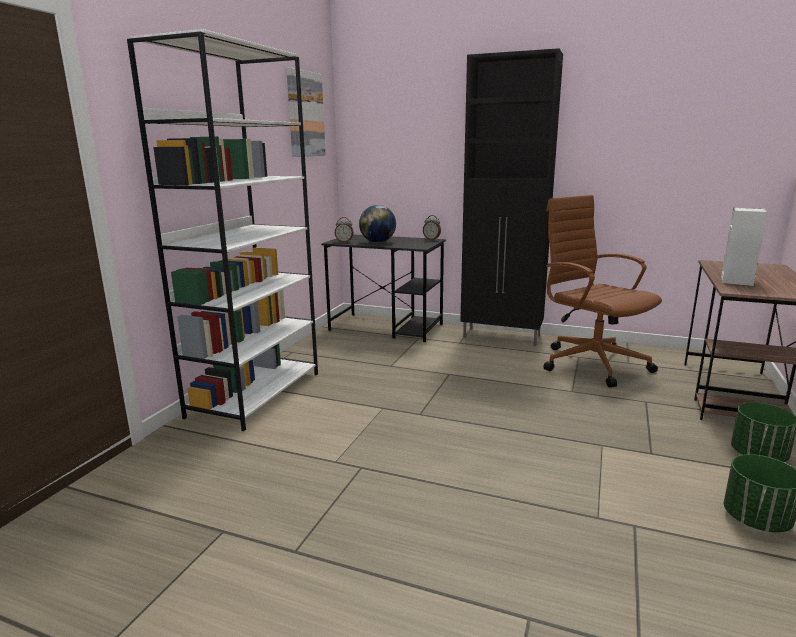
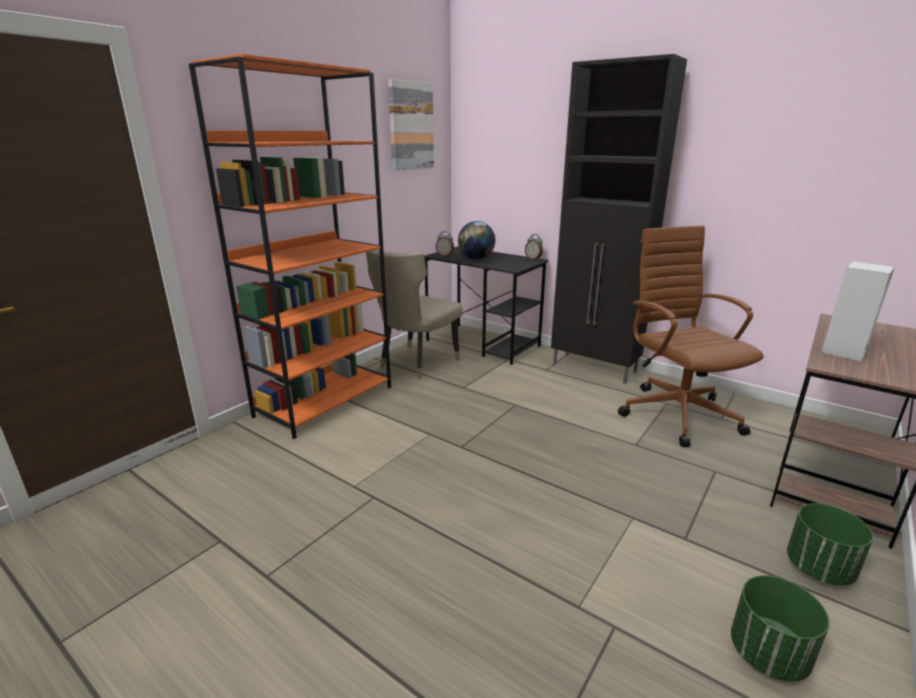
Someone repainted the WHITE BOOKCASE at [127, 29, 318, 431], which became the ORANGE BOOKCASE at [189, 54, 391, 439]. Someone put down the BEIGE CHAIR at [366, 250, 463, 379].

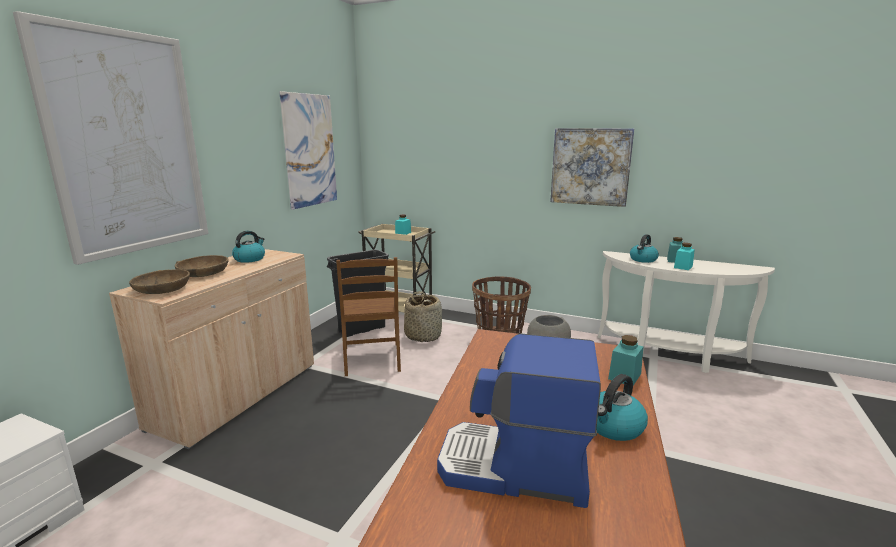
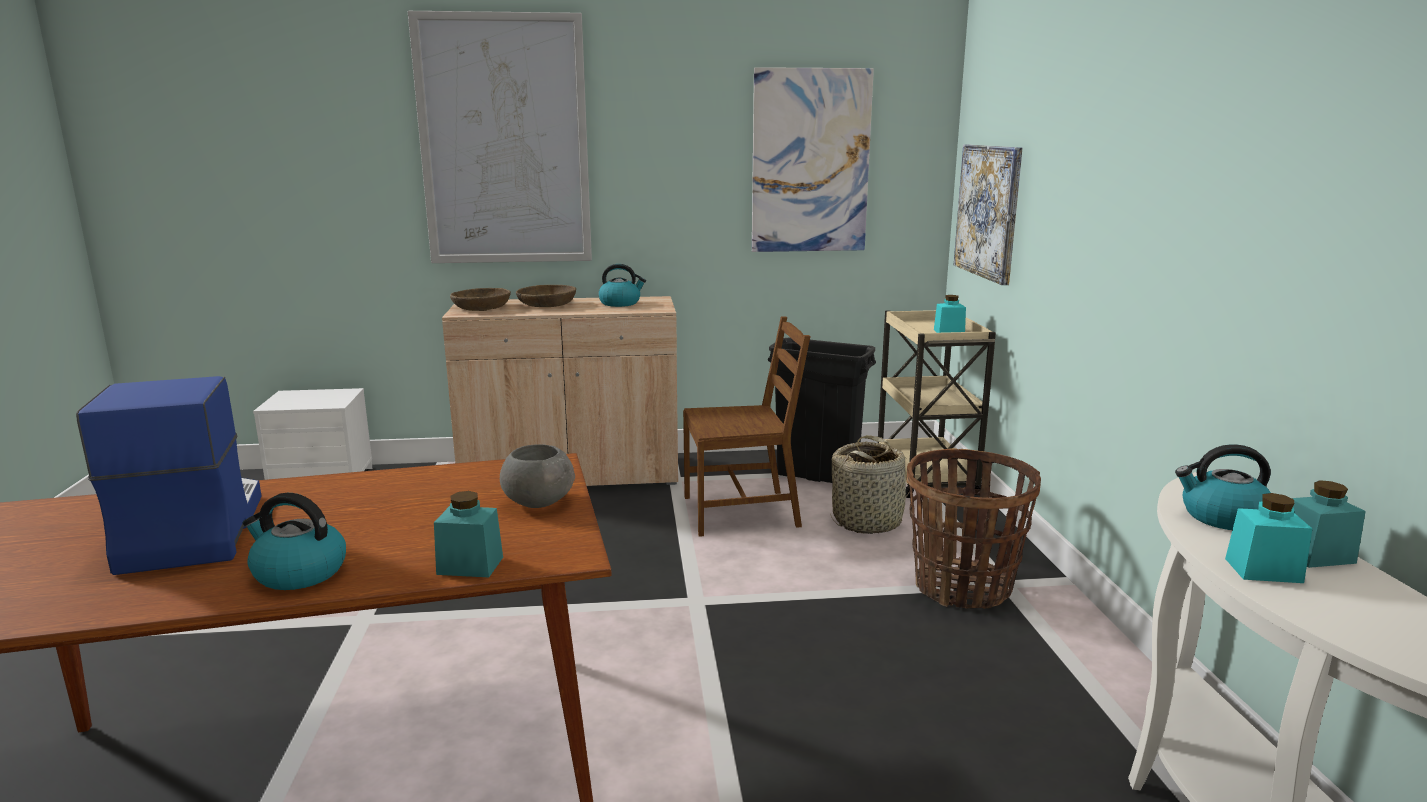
Someone rotated the BROWN CHAIR at [336, 257, 401, 376] by 150 degrees counterclockwise. Someone carried the PICTURE from [550, 128, 634, 207] to [954, 144, 1023, 285].

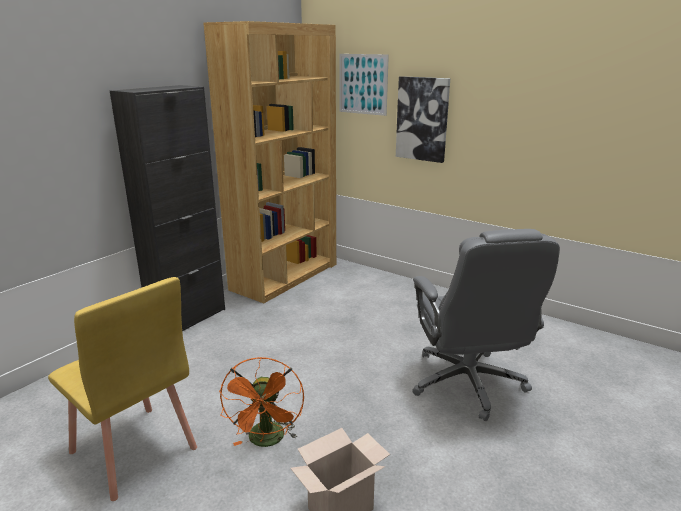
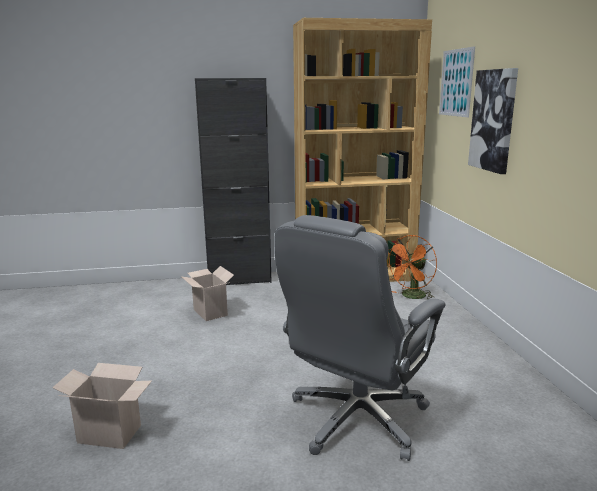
Someone put down the CARDBOARD BOX at [181, 266, 234, 321]. Someone carried the ORANGE FAN from [219, 357, 304, 447] to [388, 235, 437, 299]. Someone took away the YELLOW CHAIR at [48, 277, 197, 501].

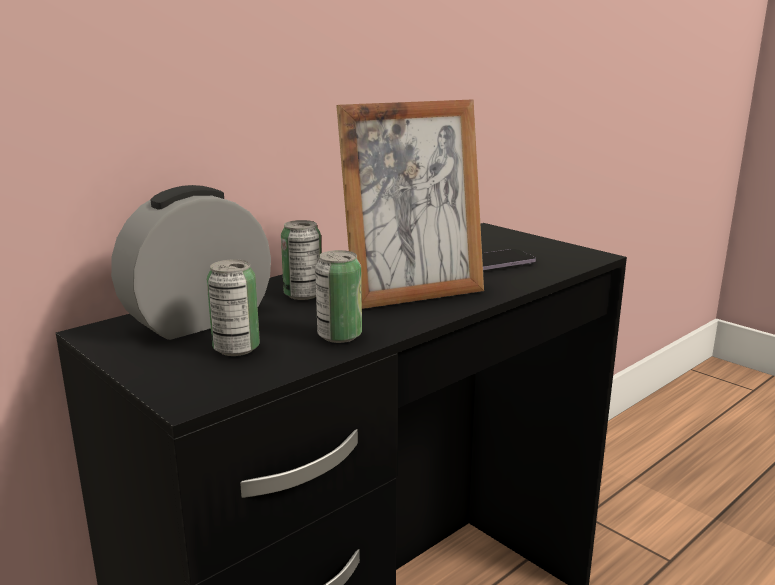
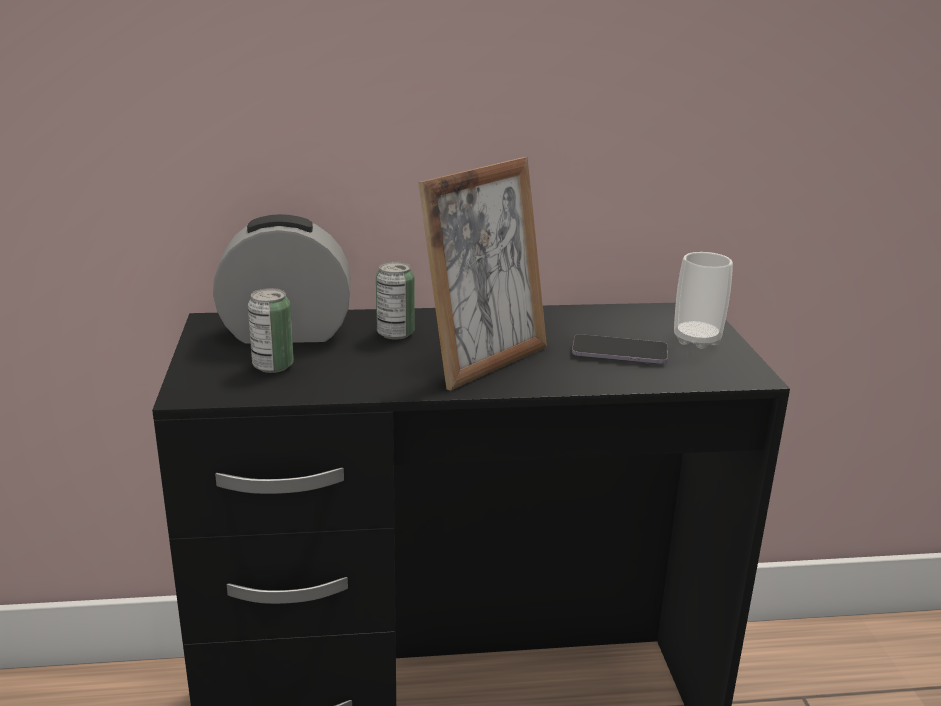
Someone rotated the PICTURE FRAME at [336, 99, 484, 309] by 60 degrees counterclockwise. Someone put down the CUP at [674, 252, 733, 349]. Someone took away the CAN at [315, 250, 362, 343].

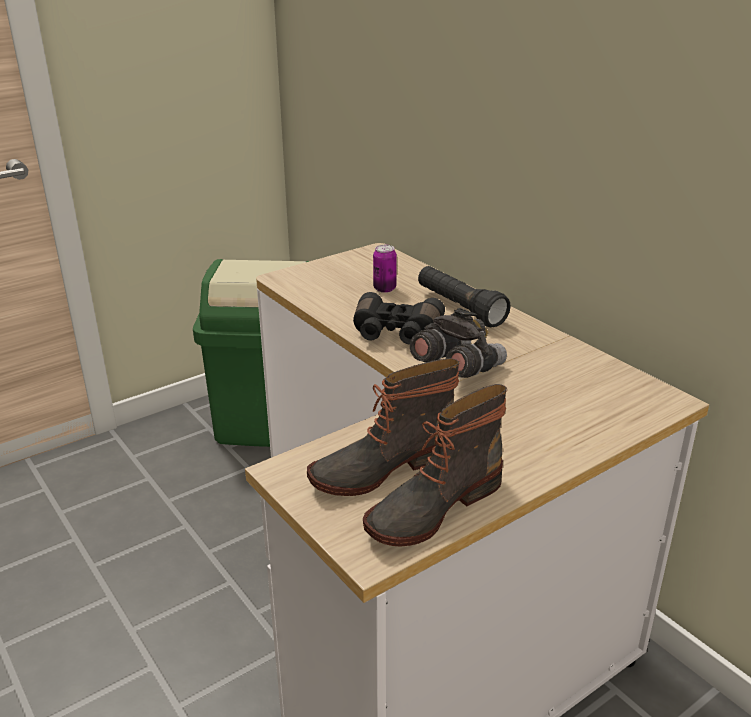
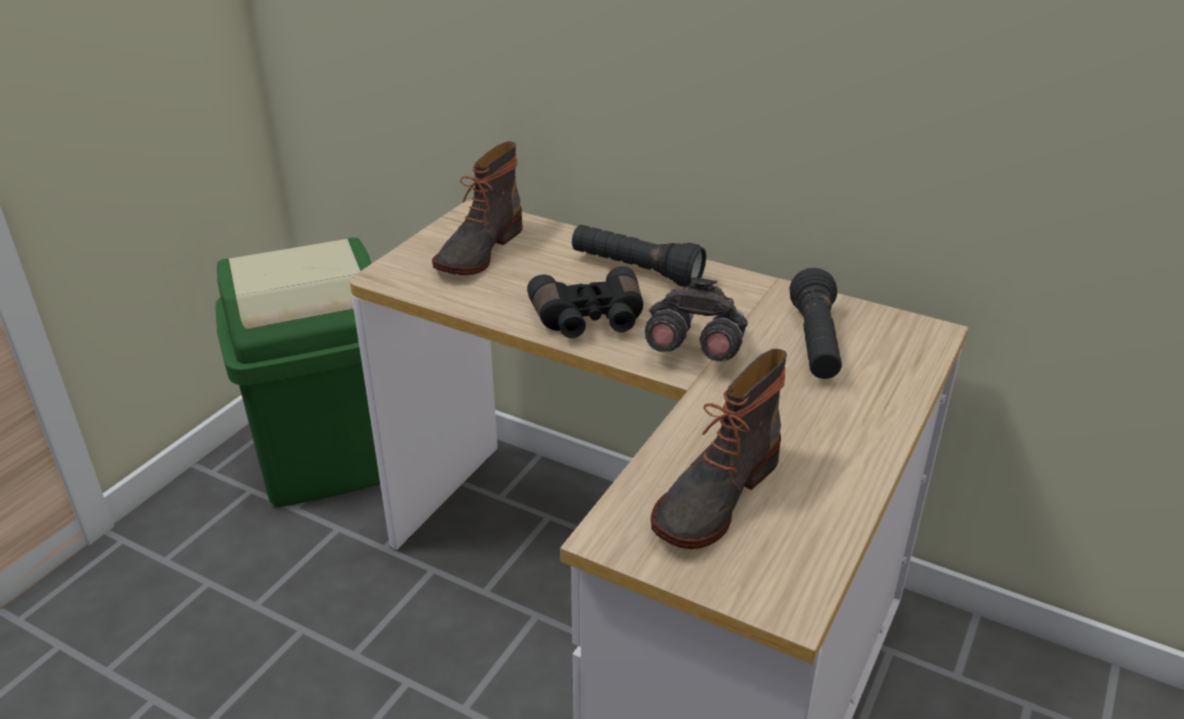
Someone carried the BOOT from [363, 384, 507, 547] to [432, 142, 523, 275]. Someone put down the BLACK FLASHLIGHT at [789, 268, 842, 379]. Someone took away the CAN at [373, 245, 397, 293].

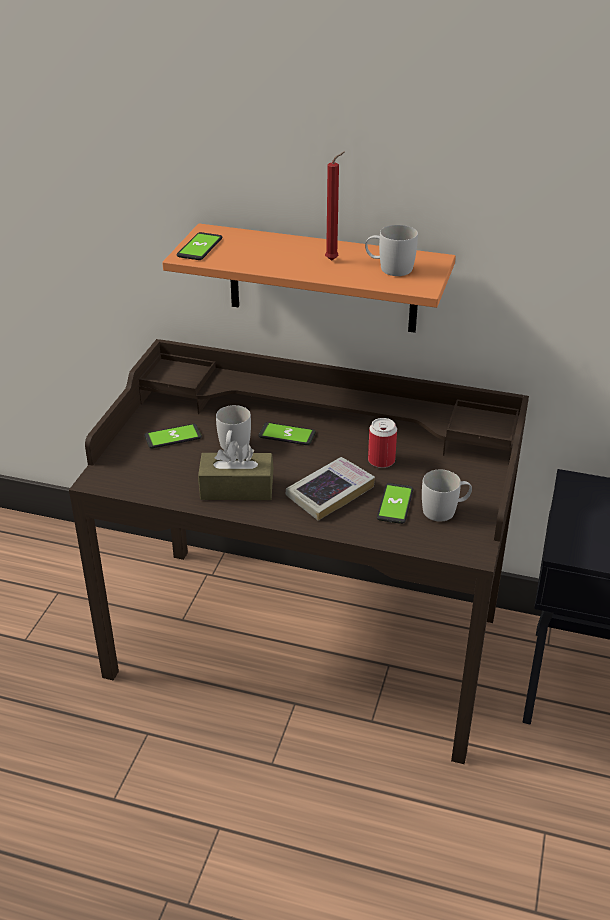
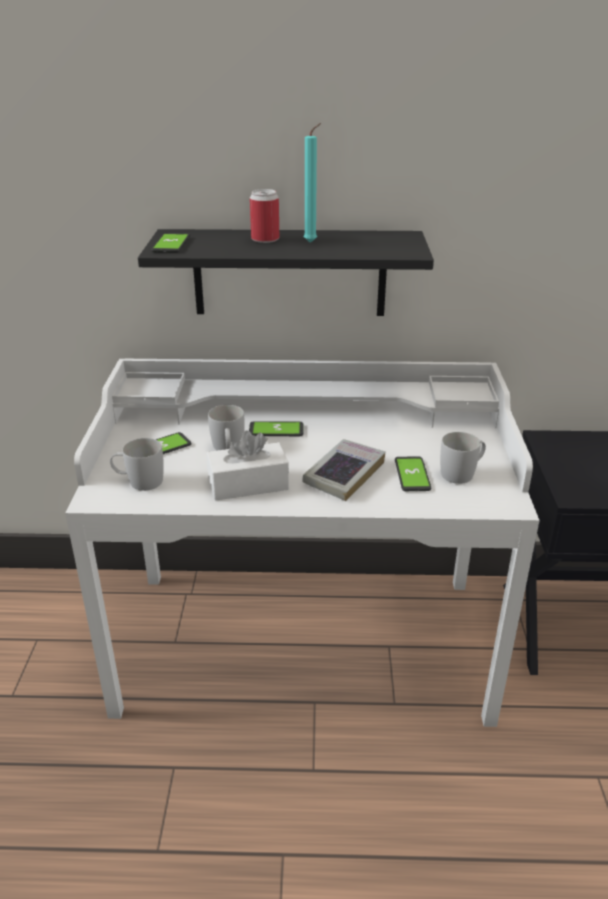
Someone repainted the BROWN DESK at [69, 339, 529, 764], which became the WHITE DESK at [65, 359, 540, 727]. Someone carried the WHITE MUG from [365, 225, 418, 276] to [110, 438, 164, 491]. Someone repainted the ORANGE SHELF at [162, 224, 456, 333], which became the BLACK SHELF at [138, 229, 434, 316]. Someone repainted the BROWN TISSUE BOX at [198, 441, 273, 500], which became the WHITE TISSUE BOX at [207, 430, 289, 501]. Someone carried the CAN from [368, 418, 397, 468] to [250, 189, 279, 243]. Someone repainted the RED CANDLE at [325, 151, 345, 261], which became the TURQUOISE CANDLE at [303, 123, 321, 243].

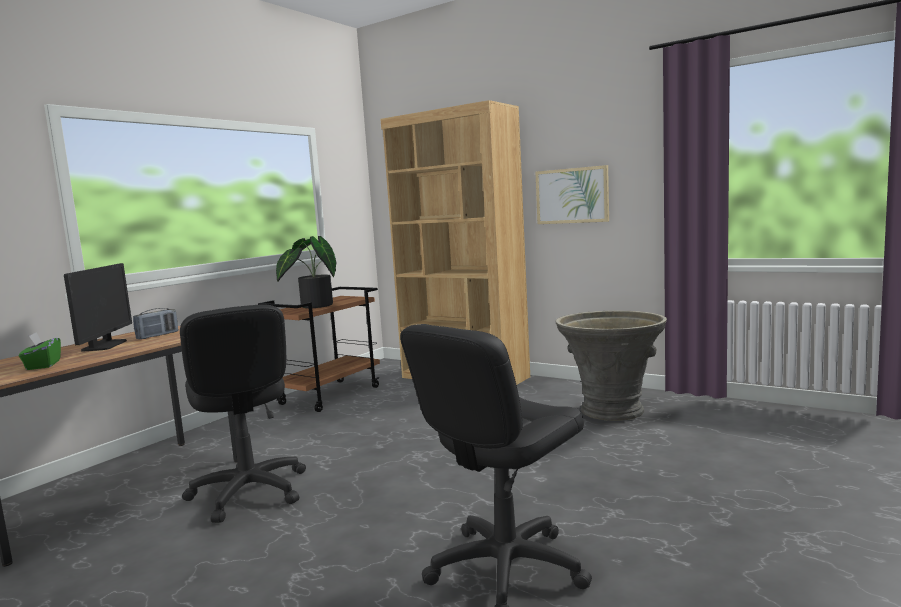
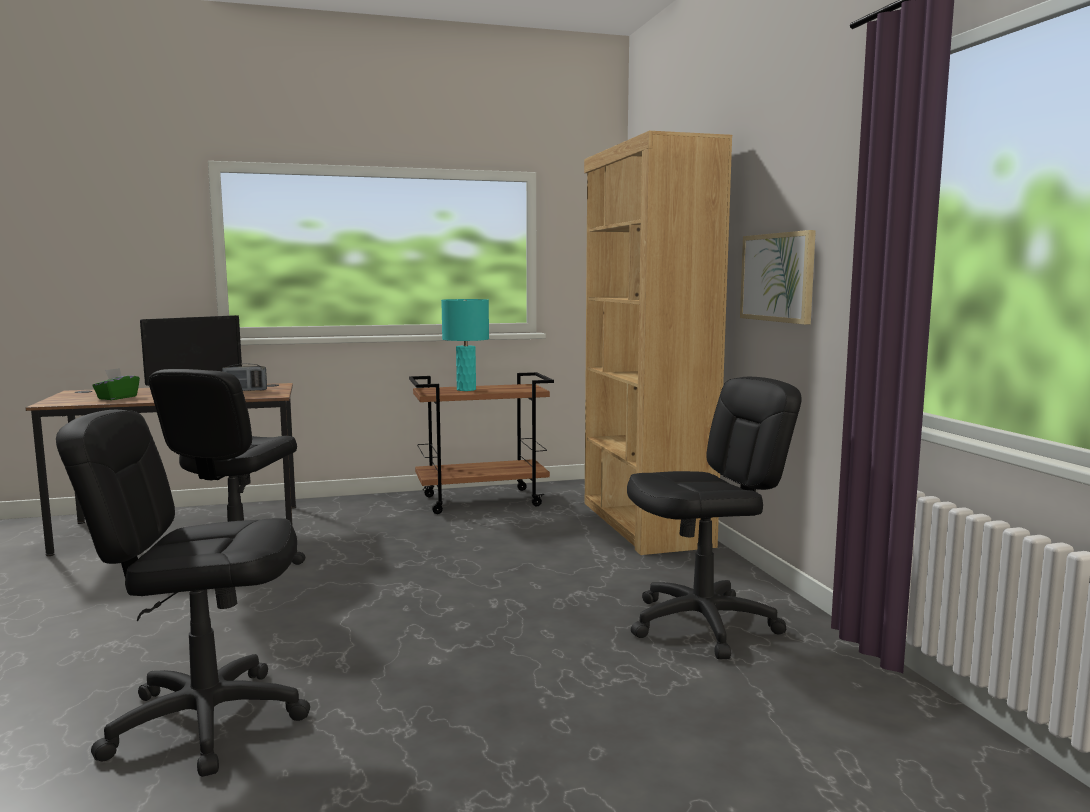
Someone swapped the POTTED PLANT at [276, 236, 336, 308] for the TURQUOISE TABLE LAMP at [441, 299, 489, 391]. Someone swapped the GREY PLANTER at [556, 310, 667, 421] for the BLACK OFFICE CHAIR at [627, 377, 802, 659].

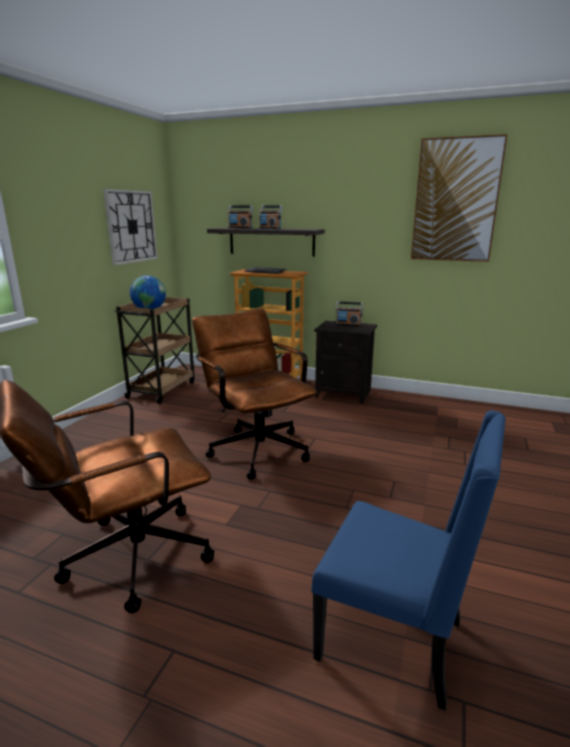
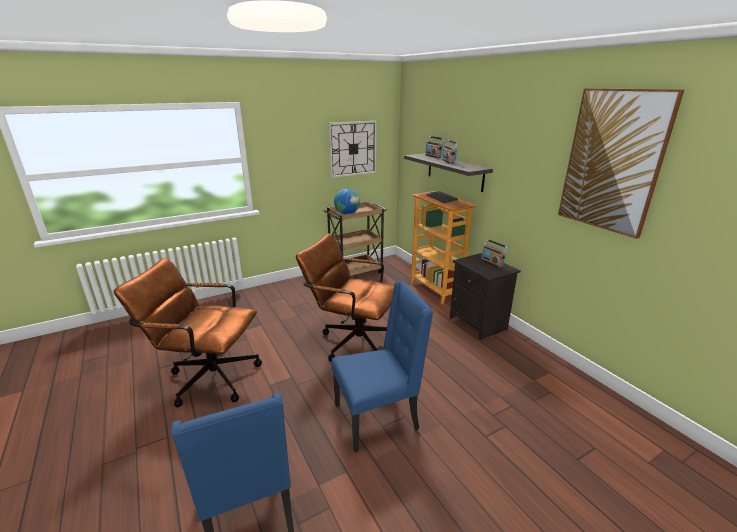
Someone rotated the BROWN OFFICE CHAIR at [192, 309, 317, 479] by 75 degrees counterclockwise. Someone put down the BLUE CHAIR at [332, 281, 433, 452].

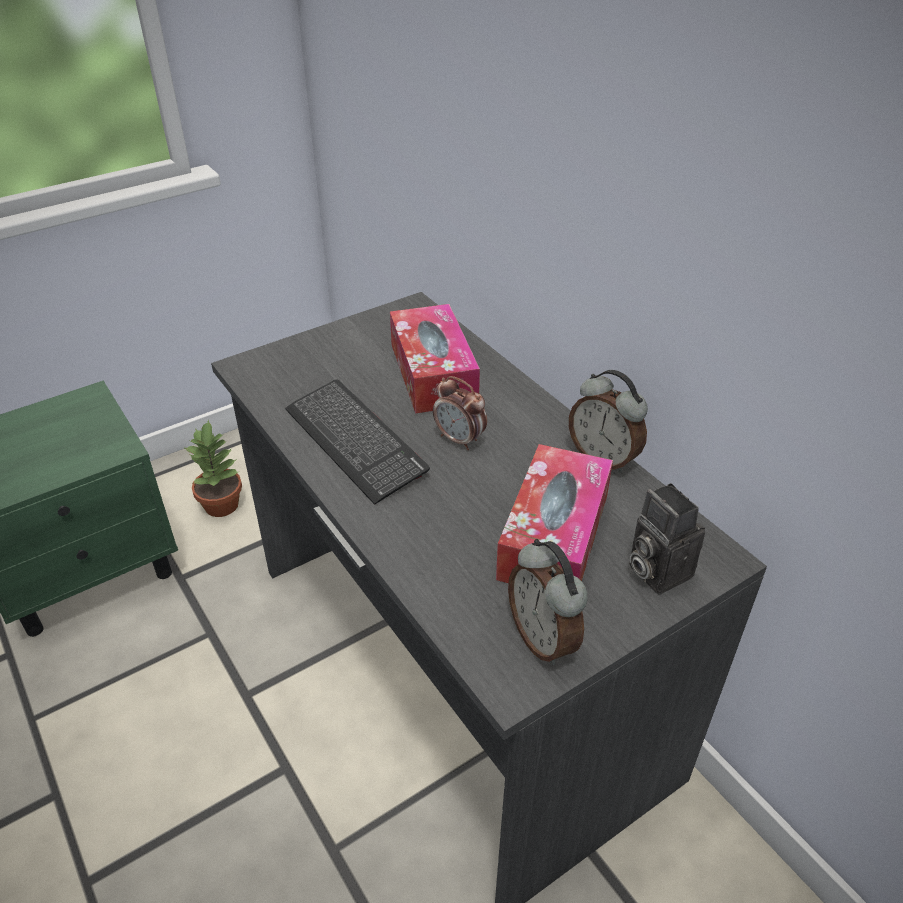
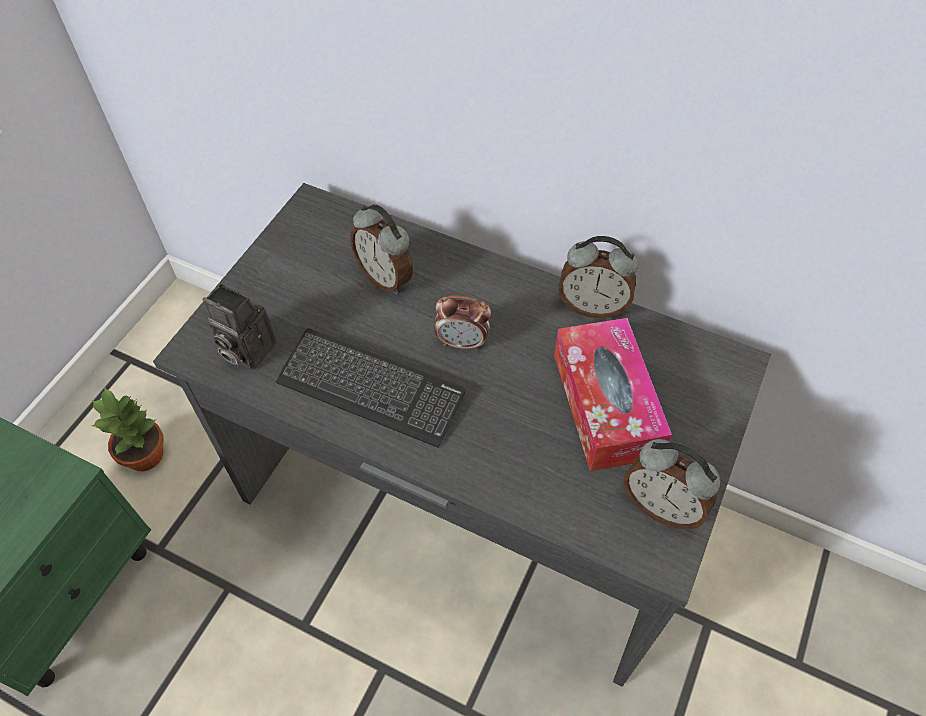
Someone carried the PHOTO CAMERA from [629, 483, 705, 594] to [203, 284, 277, 370]. Someone swapped the TISSUE BOX at [390, 304, 480, 414] for the ALARM CLOCK at [350, 204, 413, 294].

